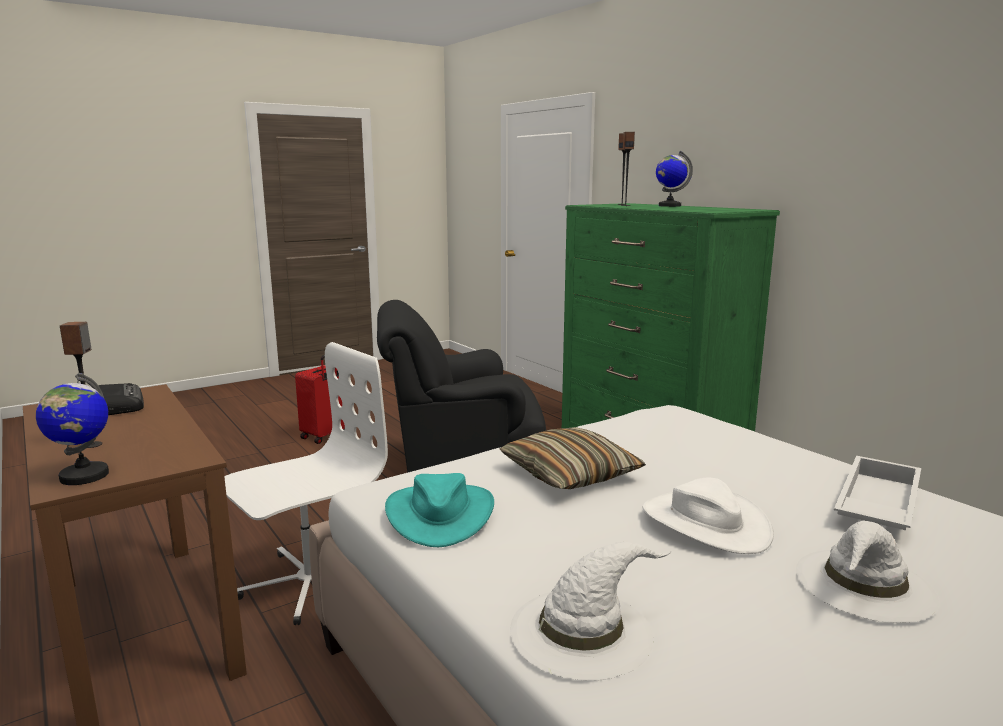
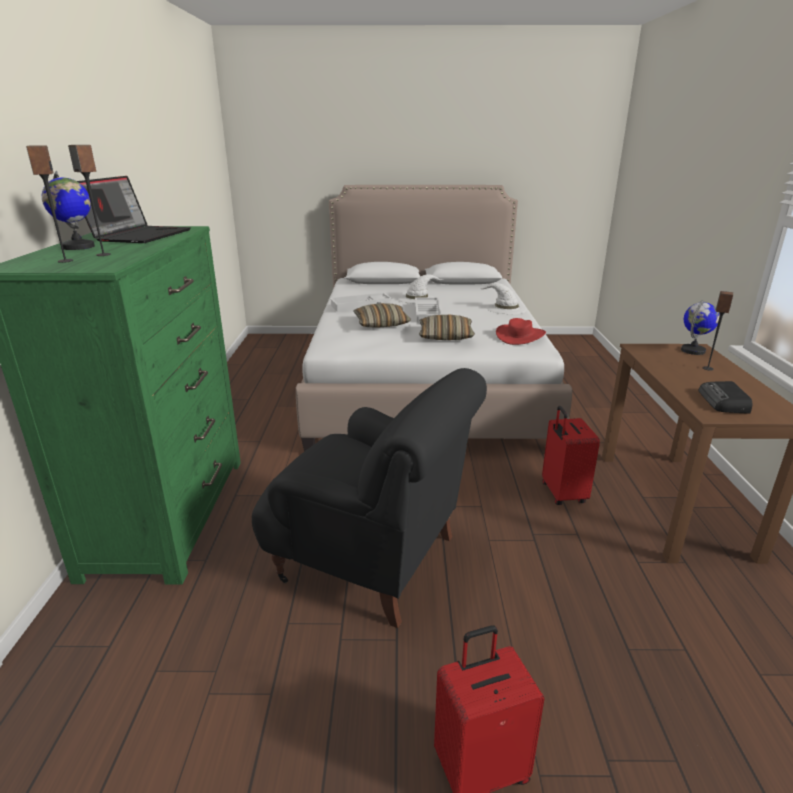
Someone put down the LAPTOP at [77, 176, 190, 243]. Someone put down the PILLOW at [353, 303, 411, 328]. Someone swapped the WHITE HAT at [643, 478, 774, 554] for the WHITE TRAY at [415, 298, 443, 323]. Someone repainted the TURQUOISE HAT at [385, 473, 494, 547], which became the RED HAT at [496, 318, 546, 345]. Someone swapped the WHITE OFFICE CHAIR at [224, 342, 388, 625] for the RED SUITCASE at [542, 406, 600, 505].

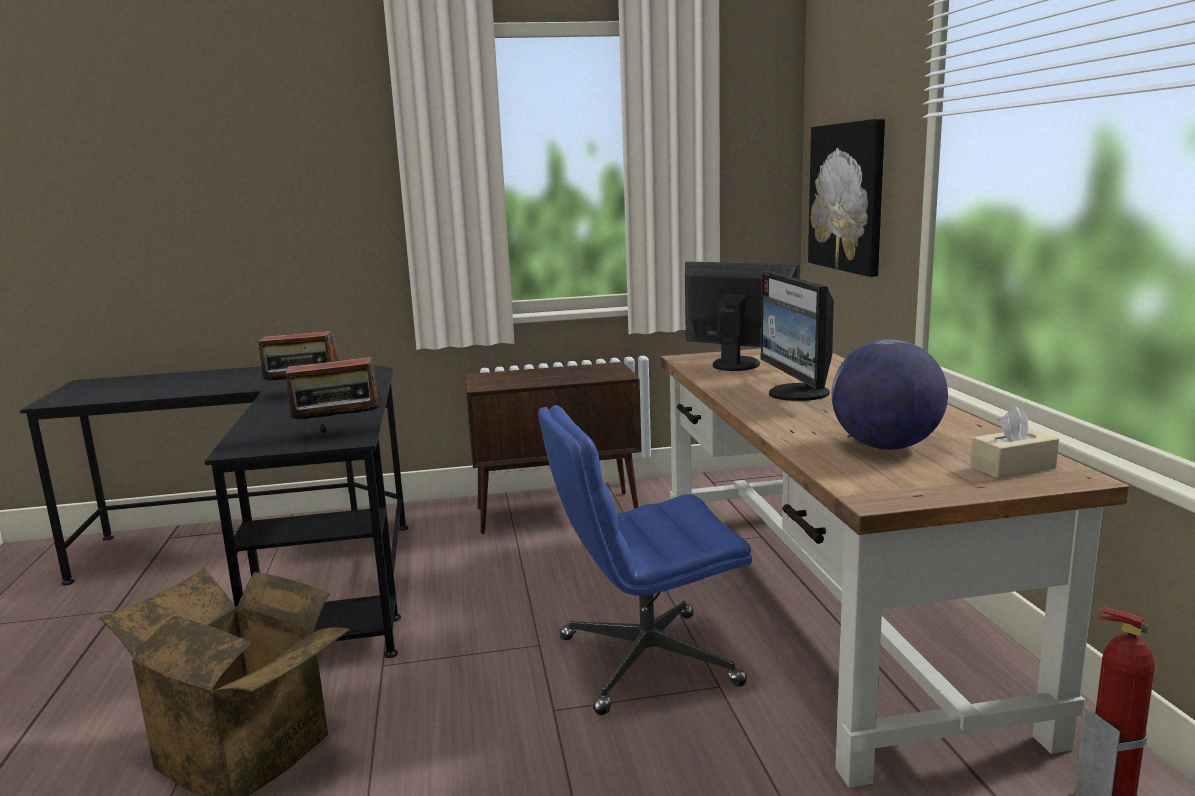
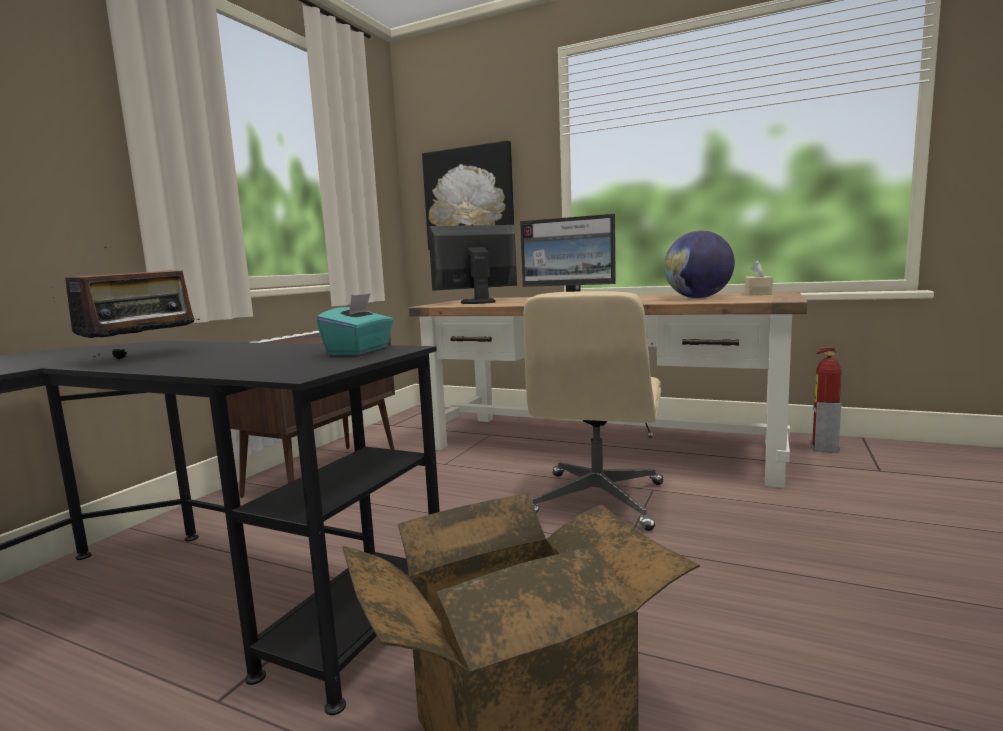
Someone swapped the RADIO at [286, 347, 384, 433] for the TURQUOISE TISSUE BOX at [316, 293, 393, 355]. Someone repainted the BLUE OFFICE CHAIR at [538, 405, 752, 715], which became the BEIGE OFFICE CHAIR at [523, 291, 663, 531].

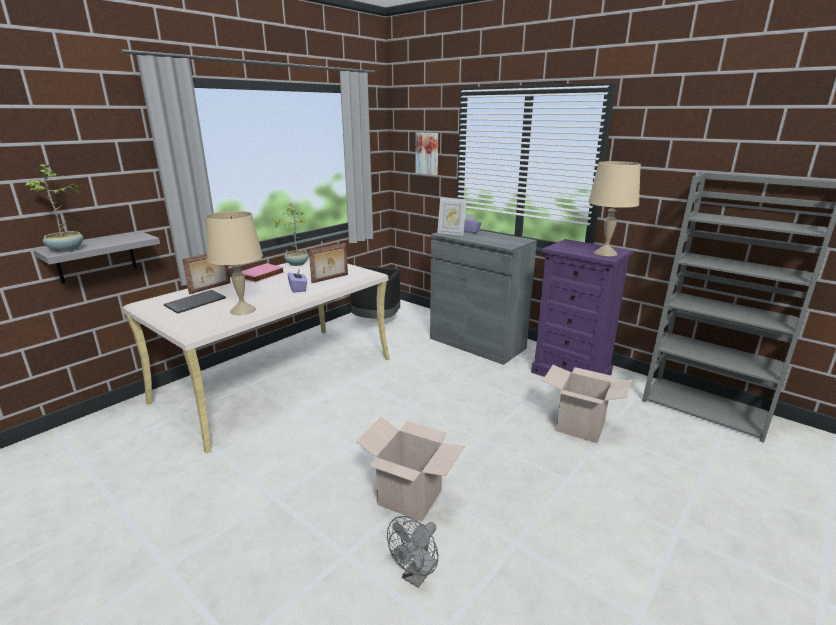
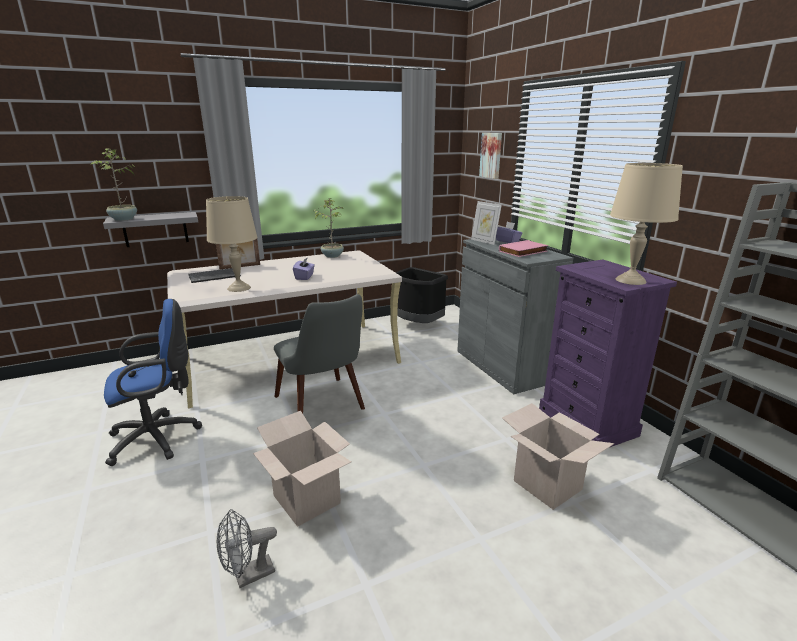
Someone put down the BLUE OFFICE CHAIR at [104, 299, 202, 466]. Someone put down the GREY CHAIR at [274, 294, 365, 413]. Someone carried the PINK BOOK from [241, 263, 285, 283] to [499, 240, 548, 257]. Someone took away the PICTURE FRAME at [309, 243, 348, 283].

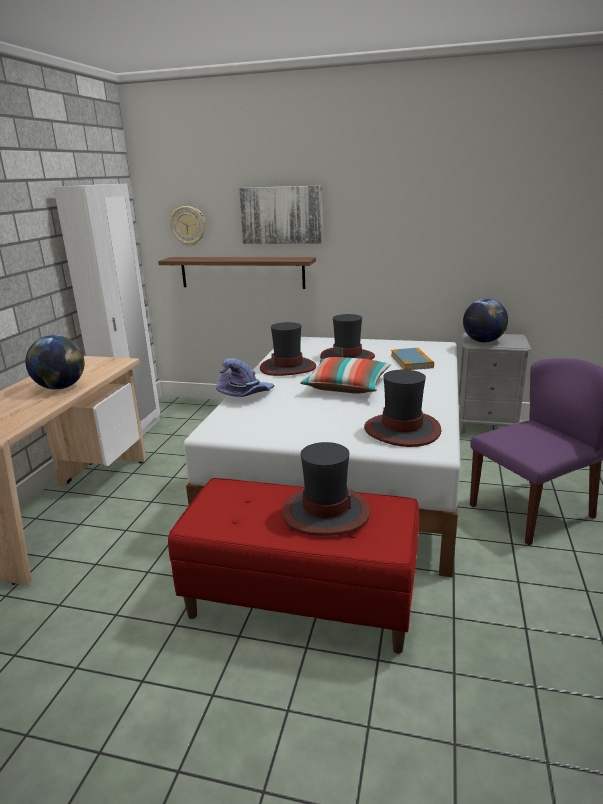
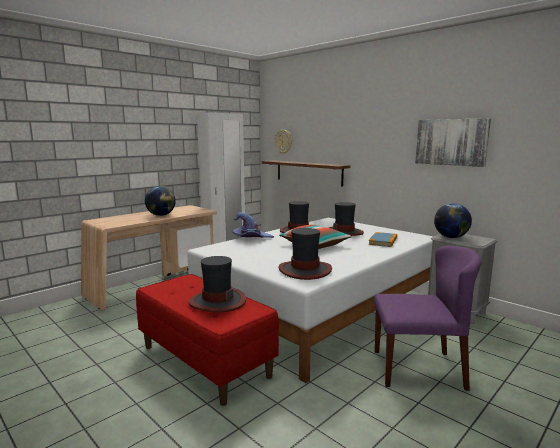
Someone carried the PICTURE from [239, 185, 323, 244] to [415, 118, 491, 167].

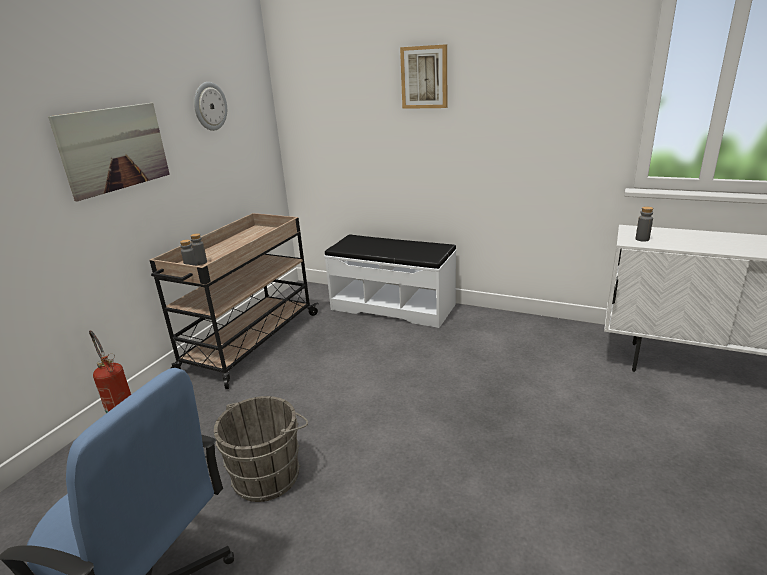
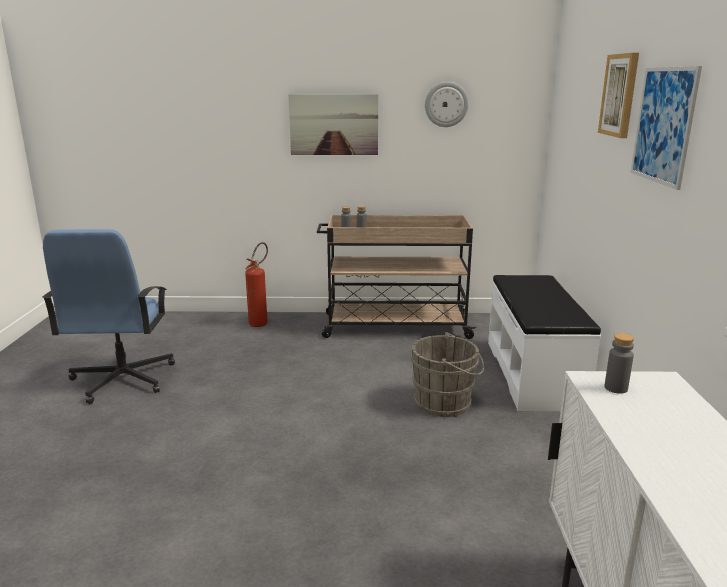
Someone carried the GREY BUCKET from [214, 396, 308, 502] to [410, 332, 484, 417]. Someone put up the PICTURE at [630, 66, 702, 190].

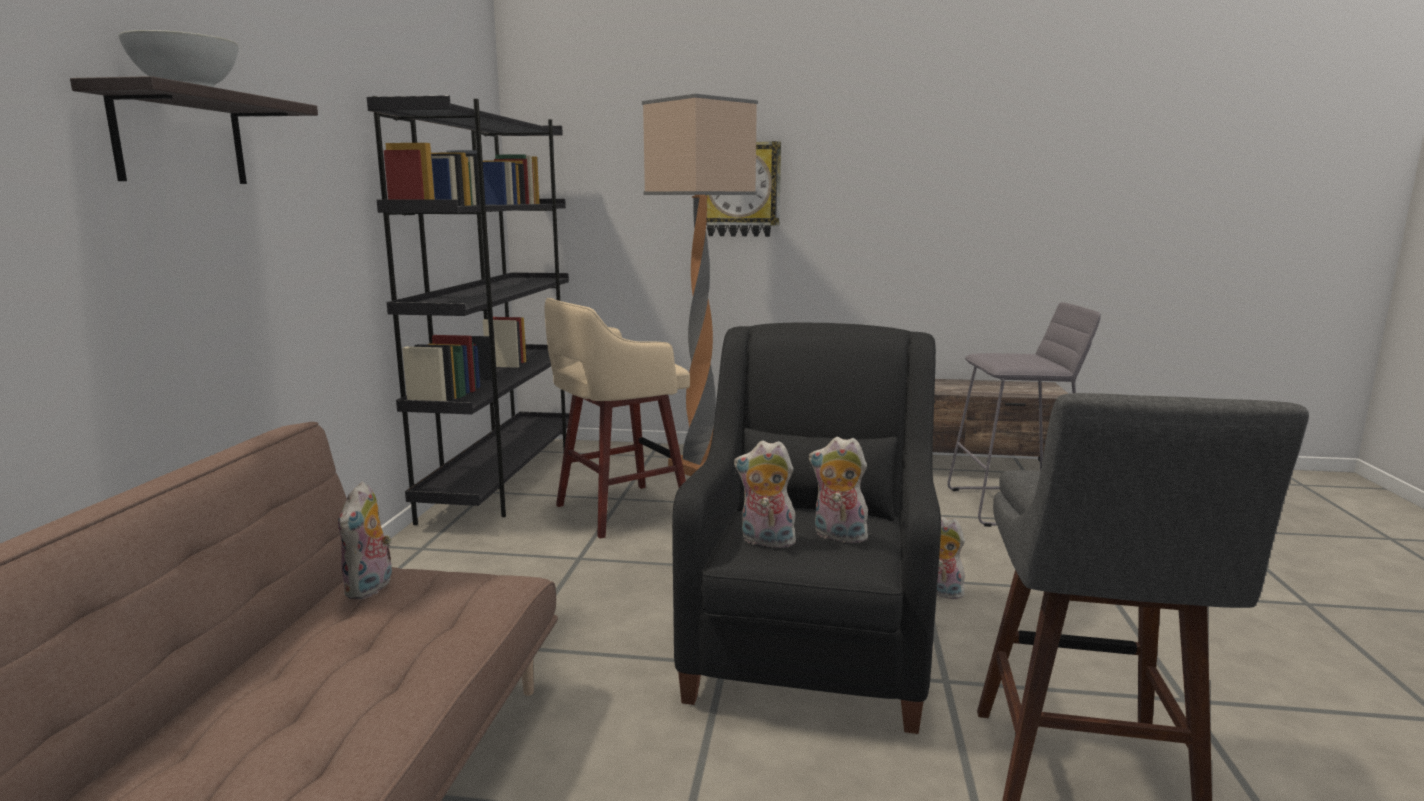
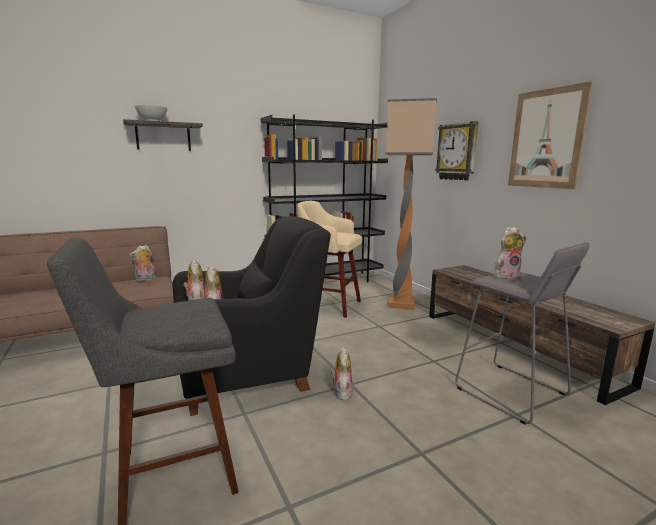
Someone put down the PLUSH TOY at [494, 227, 526, 279]. Someone put up the PICTURE at [508, 81, 592, 189].

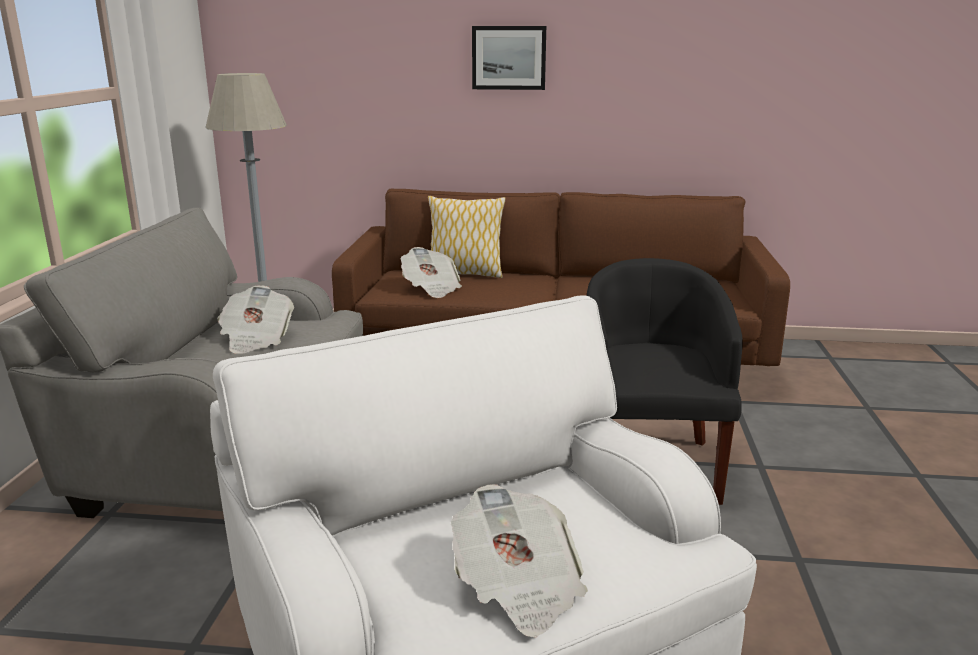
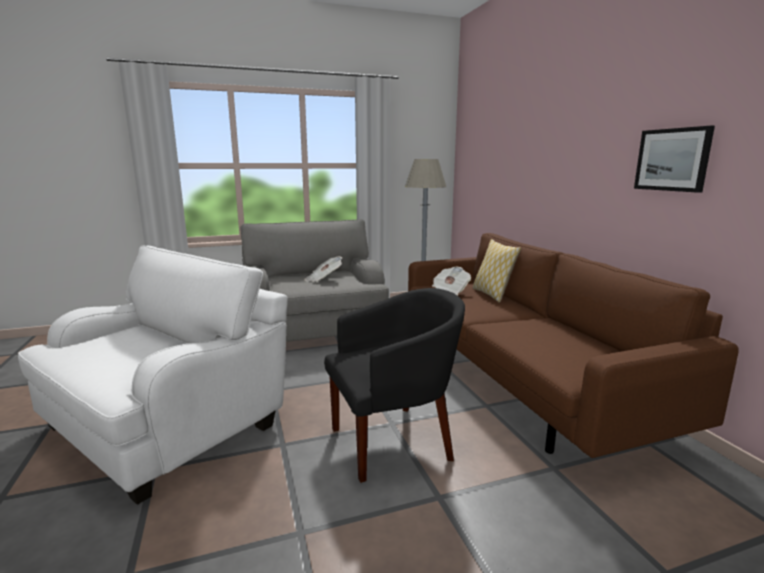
Someone carried the PICTURE from [472, 26, 546, 90] to [634, 126, 715, 193]. Someone took away the NEWSPAPER at [451, 484, 588, 637].

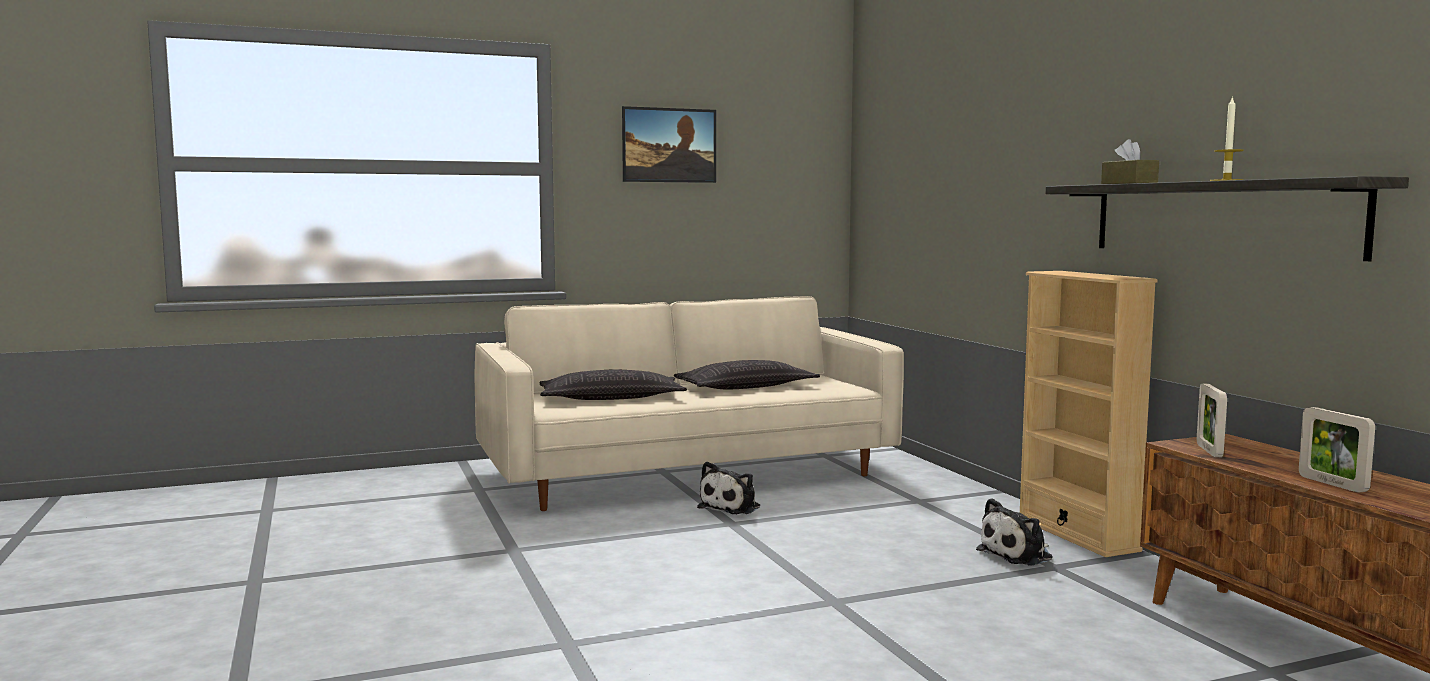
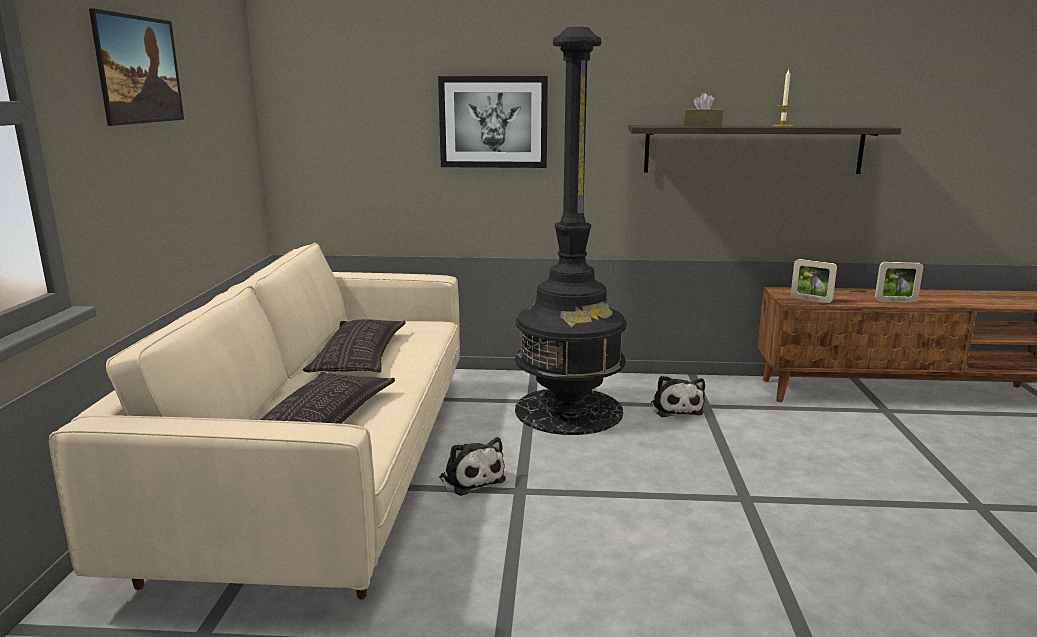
Someone put up the PICTURE at [438, 76, 548, 168]. Someone put down the BLACK FLOOR LAMP at [515, 27, 627, 435]. Someone took away the BEIGE BOOKCASE at [1020, 271, 1158, 557].

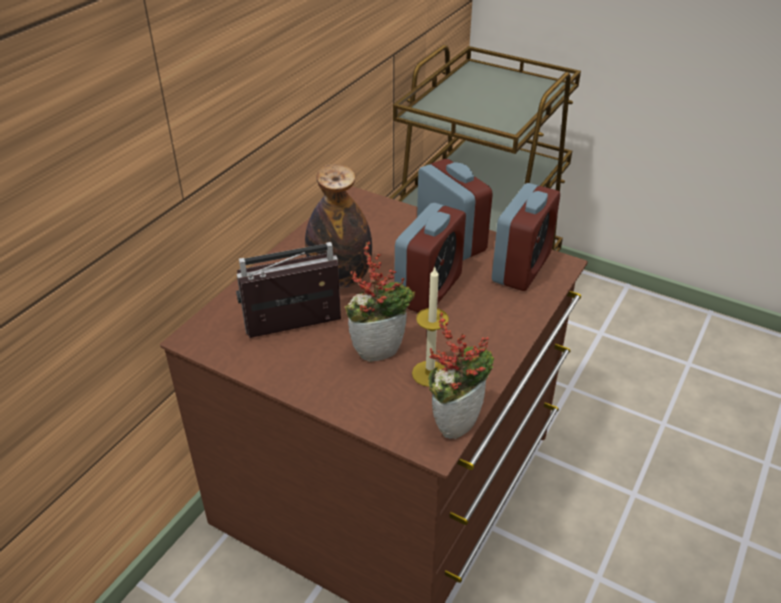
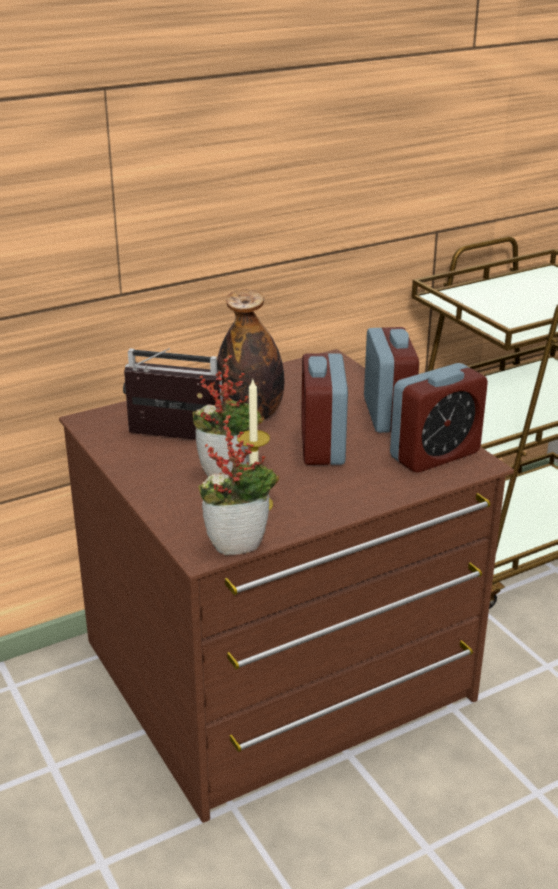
Someone rotated the ALARM CLOCK at [395, 203, 466, 313] by 120 degrees clockwise.

